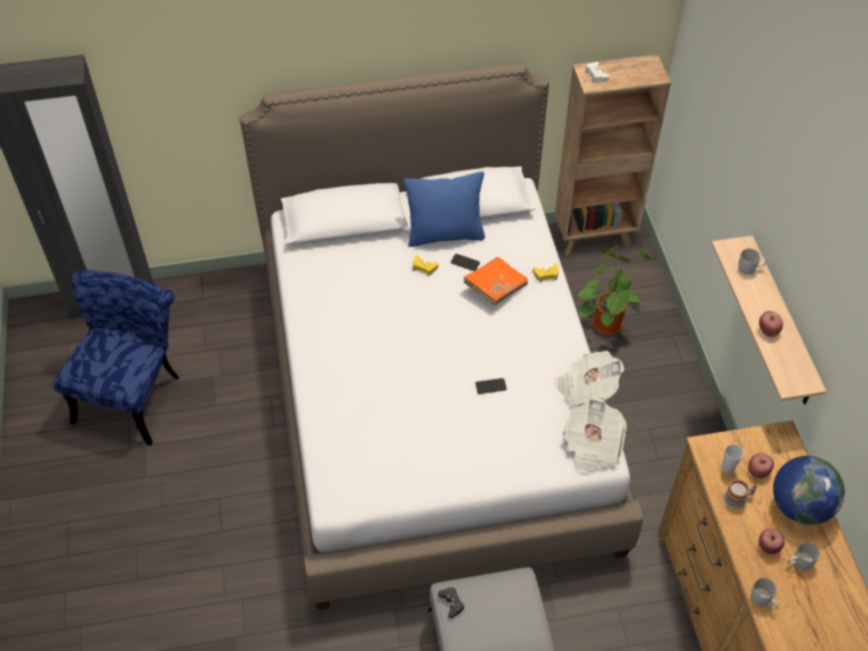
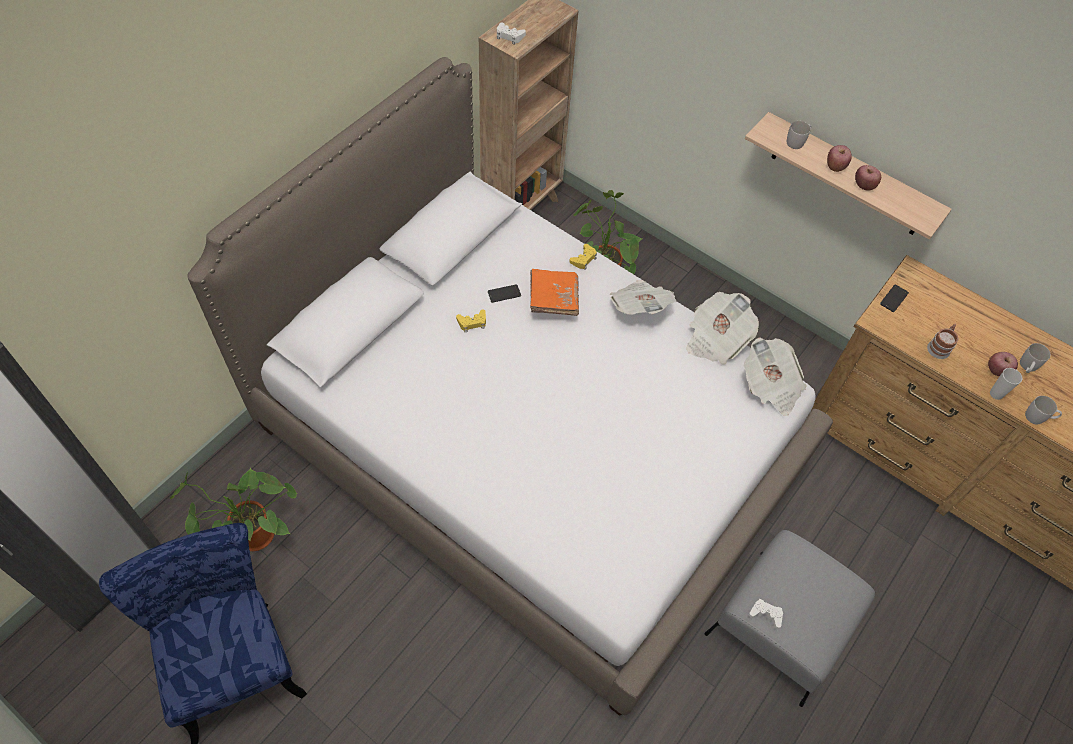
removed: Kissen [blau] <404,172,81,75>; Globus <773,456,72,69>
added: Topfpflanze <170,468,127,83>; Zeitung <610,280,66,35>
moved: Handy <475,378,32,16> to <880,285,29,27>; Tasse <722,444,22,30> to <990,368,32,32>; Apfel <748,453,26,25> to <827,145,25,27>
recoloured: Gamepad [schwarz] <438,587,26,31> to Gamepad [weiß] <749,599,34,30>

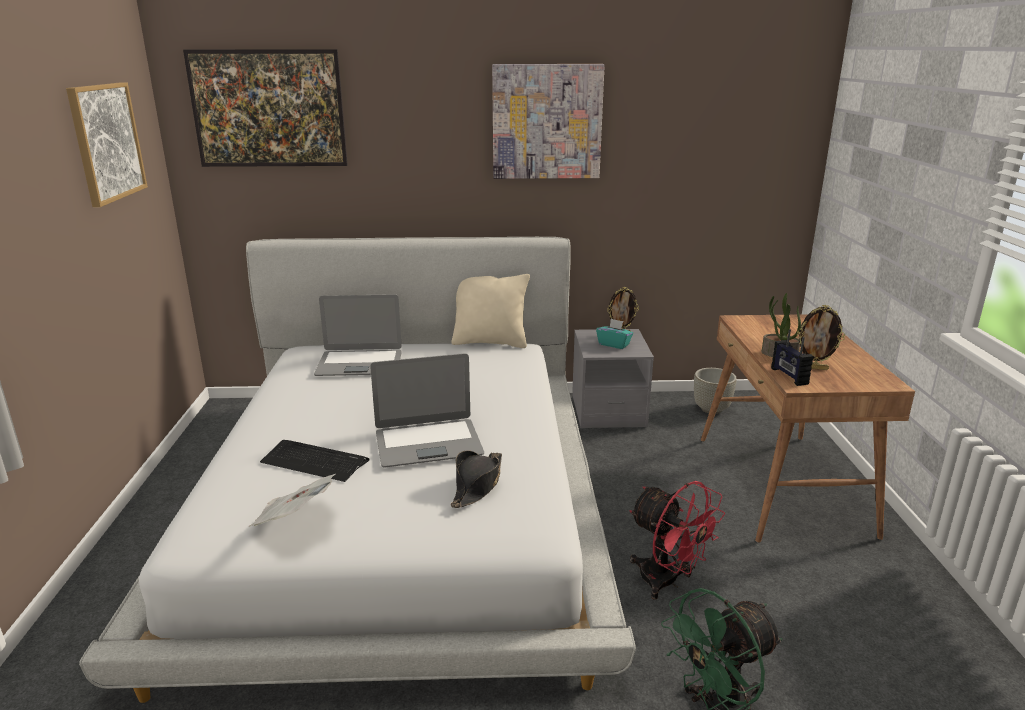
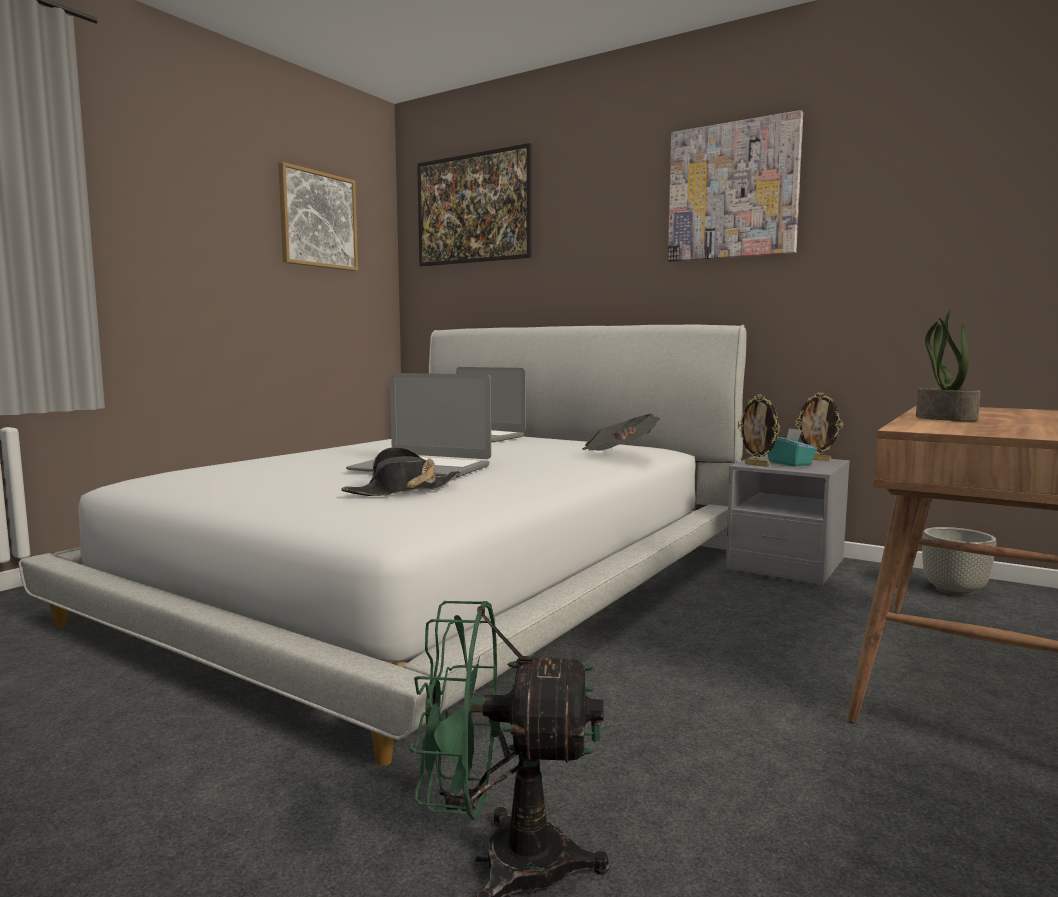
removed: Tastatur <260,440,110,42>; Kissen [beige] <451,274,79,74>; Ventilator [rot] <629,481,96,119>; Radio <771,329,43,57>
moved: Zeitung <249,474,86,53> to <582,414,78,37>; Bilderrahmen <797,305,48,65> to <738,395,42,72>

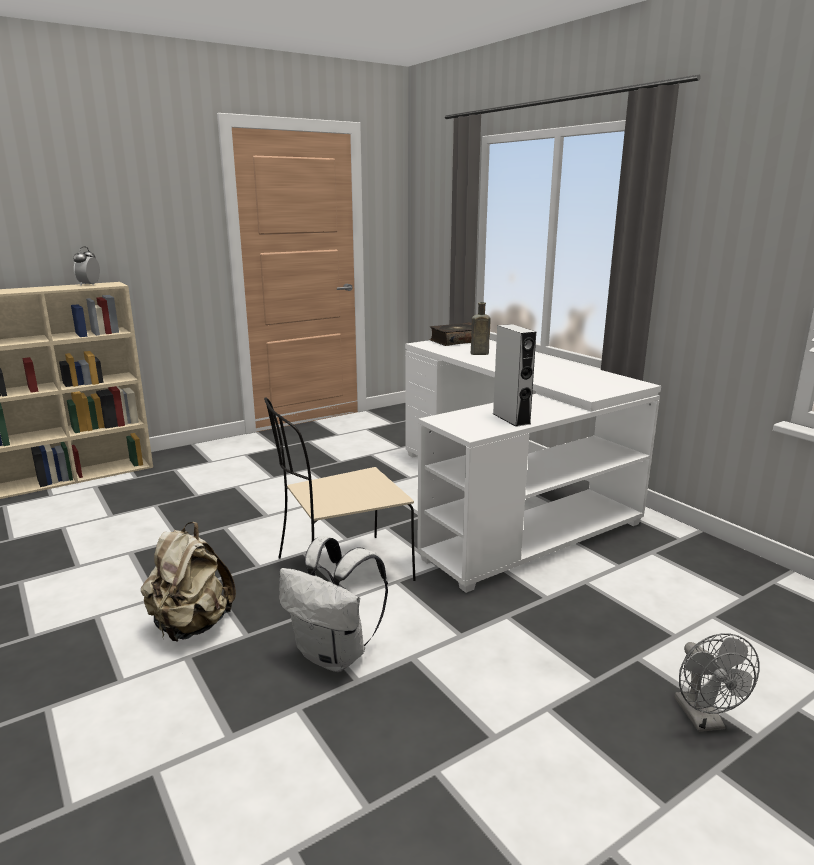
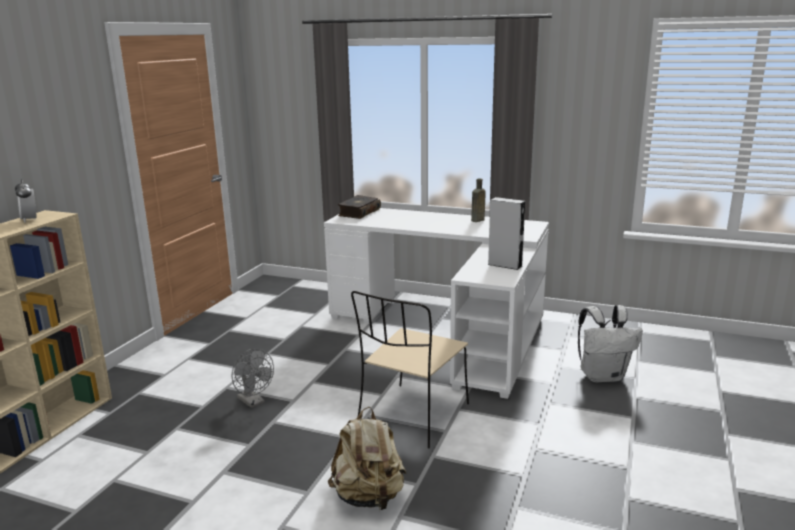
moved: Rucksack [weiß] <279,536,109,136> to <578,305,65,78>; Flasche [braun] <471,302,20,53> to <471,179,14,43>; Ventilator [grau] <674,633,86,99> to <231,349,43,59>

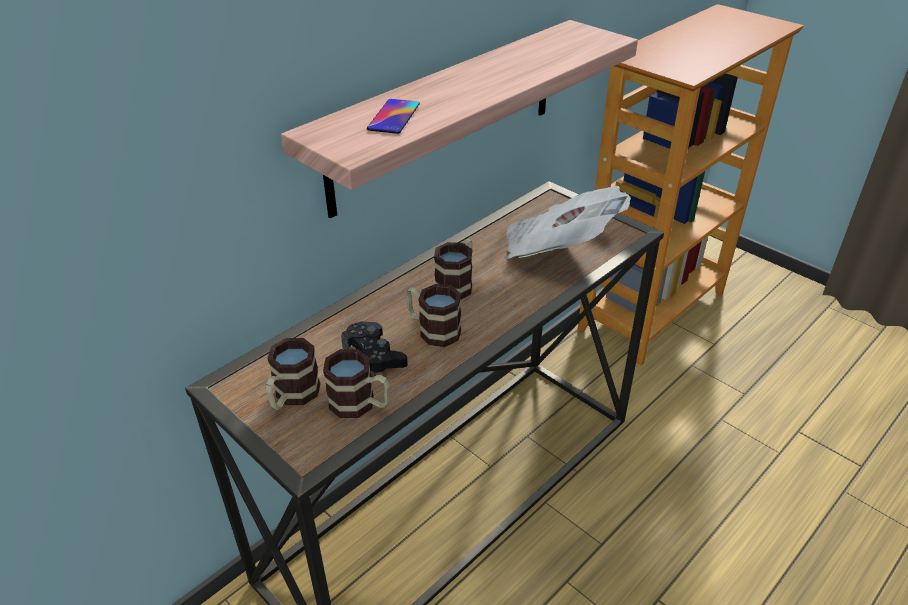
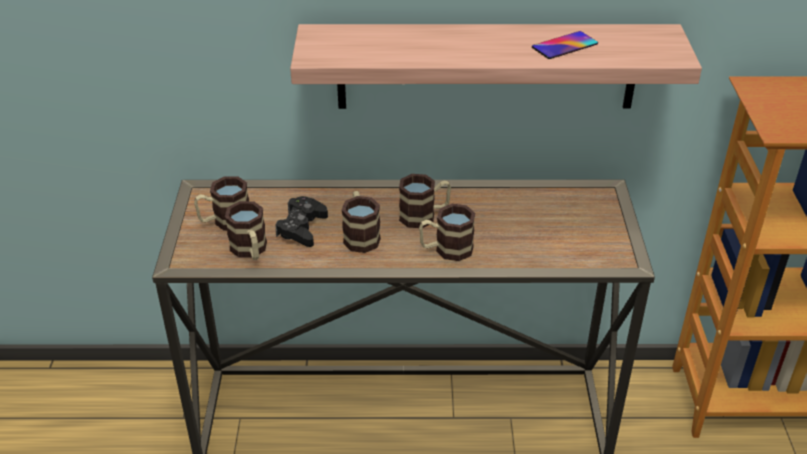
removed: Zeitung <506,186,125,73>
added: Henkelbecher <419,204,56,57>
moved: Handy <367,99,53,35> to <532,31,66,28>

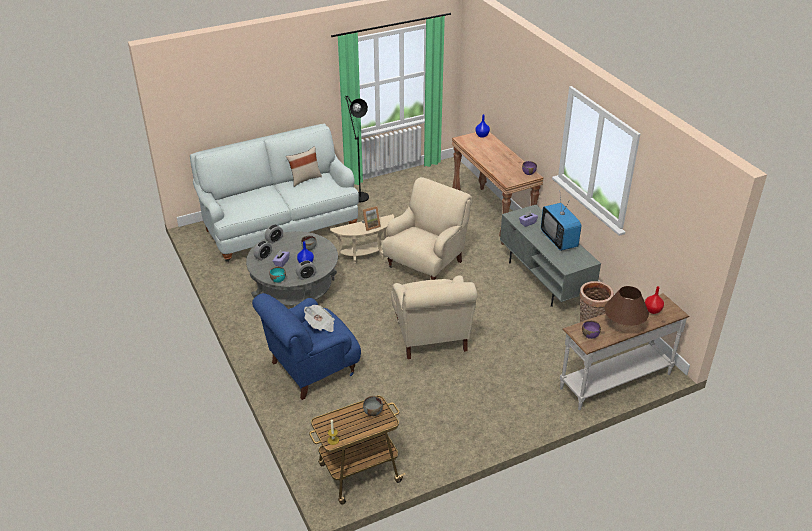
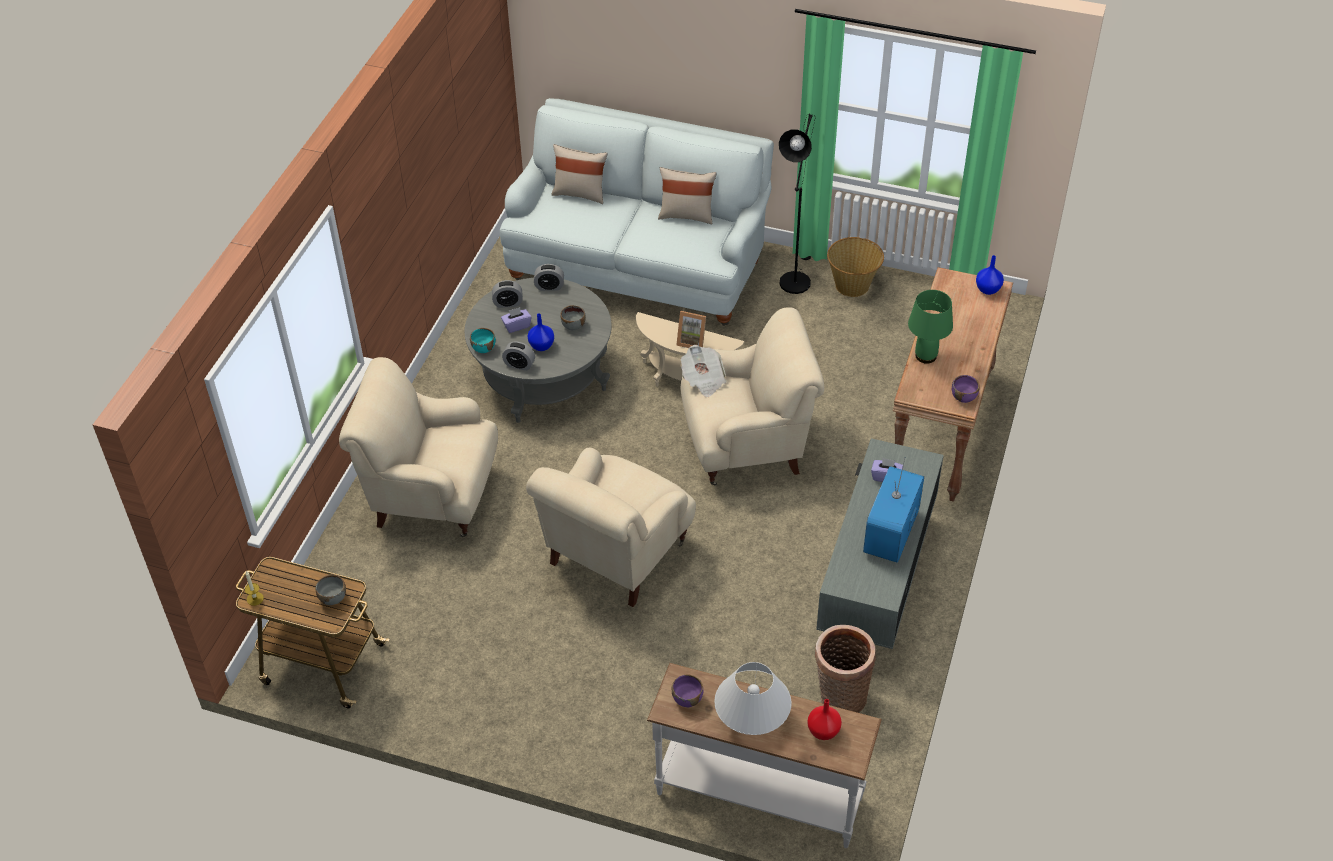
added: Kissen [beige] <551,144,56,60>; Korb <827,237,57,60>; Tischlampe [grün] <908,290,45,74>
moved: Zeitung <304,305,31,27> to <681,345,46,52>
recoloured: Sessel [blau] <252,293,109,107> to Sessel [beige] <339,357,159,180>; Tischlampe [braun] <604,286,45,40> to Tischlampe [weiß] <714,662,78,73>

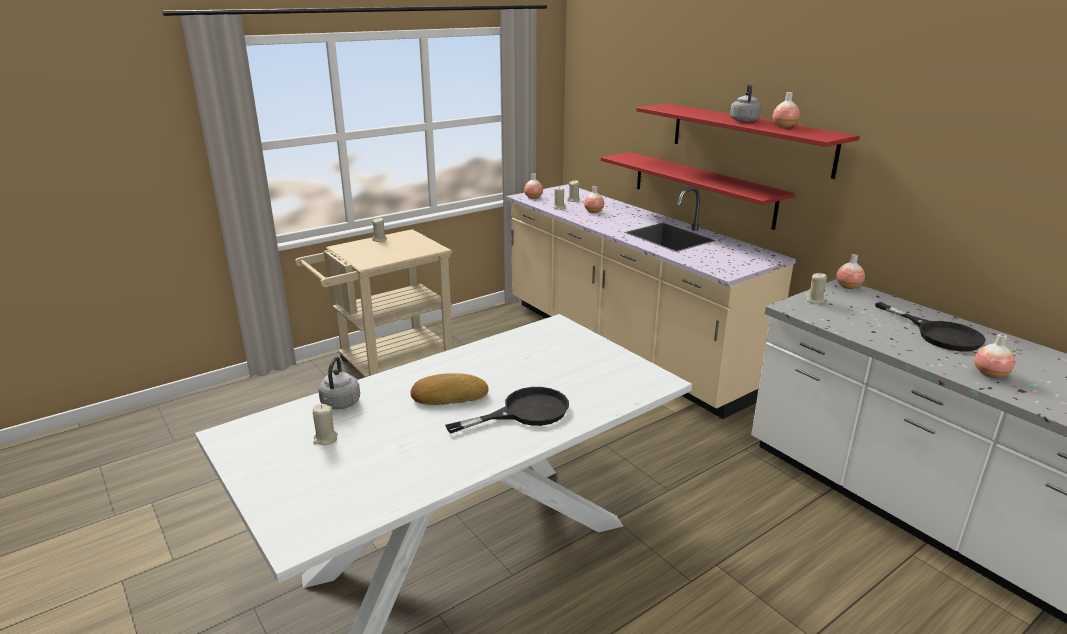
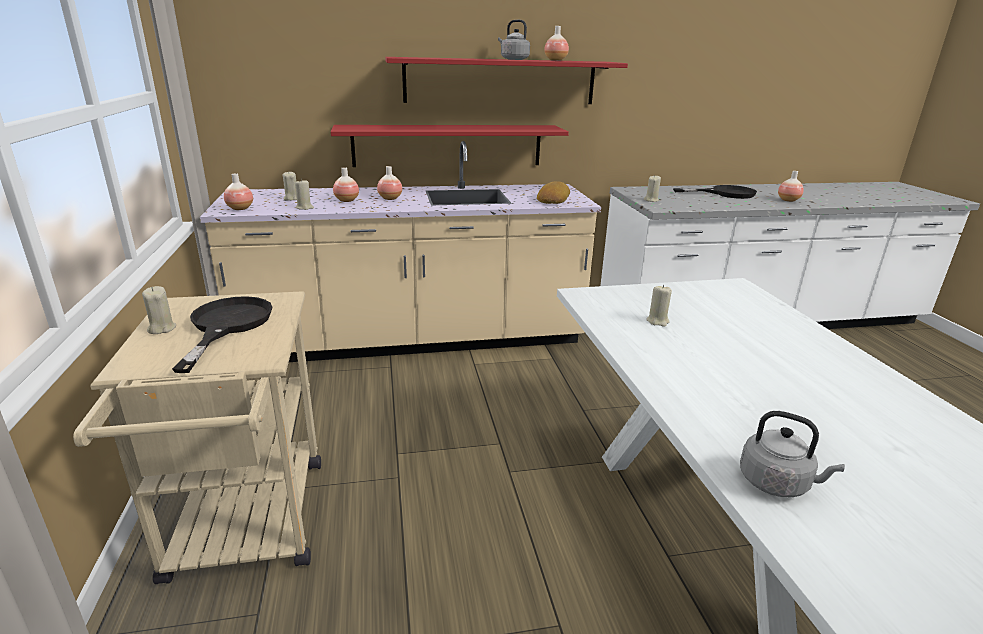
moved: Kerze [beige] <313,404,25,41> to <646,285,26,42>; Brot <411,373,78,32> to <537,181,33,23>; Pfanne [schwarz] <445,387,124,46> to <172,296,101,77>; Vase <836,254,29,35> to <377,166,25,34>

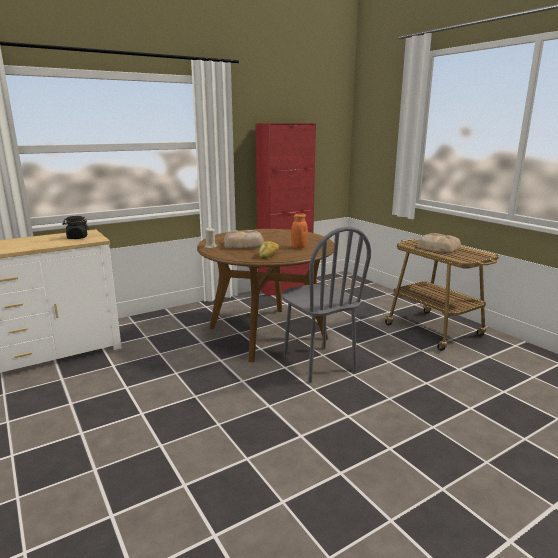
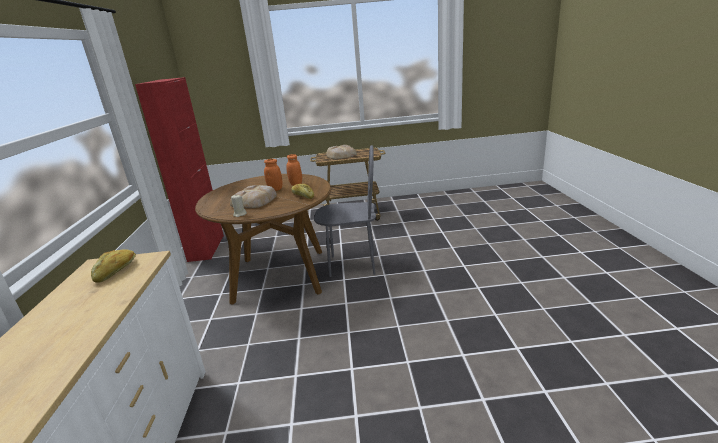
added: Vorratsglas [orange] <264,159,19,32>
replaced: Vorratsglas [schwarz] <62,216,27,23> to Brot <91,249,45,34>

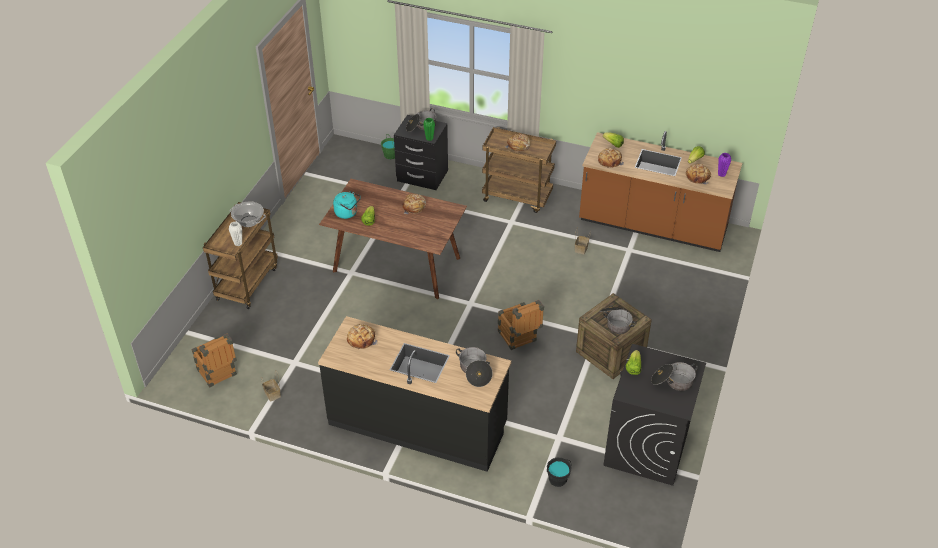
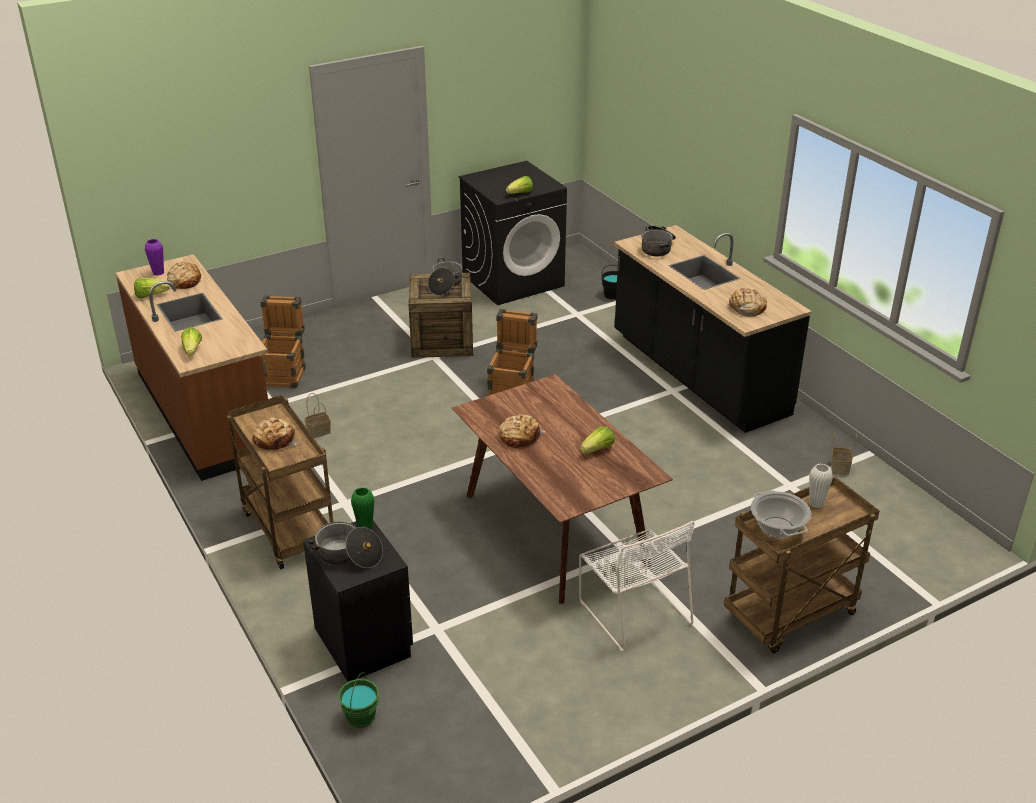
removed: Wasserkessel [türkis] <333,191,28,28>; Brot <598,148,26,20>; Kochtopf <651,362,47,29>
added: Stuhl [weiß] <579,521,116,131>
moved: Kiste <191,334,46,54> to <260,295,46,93>

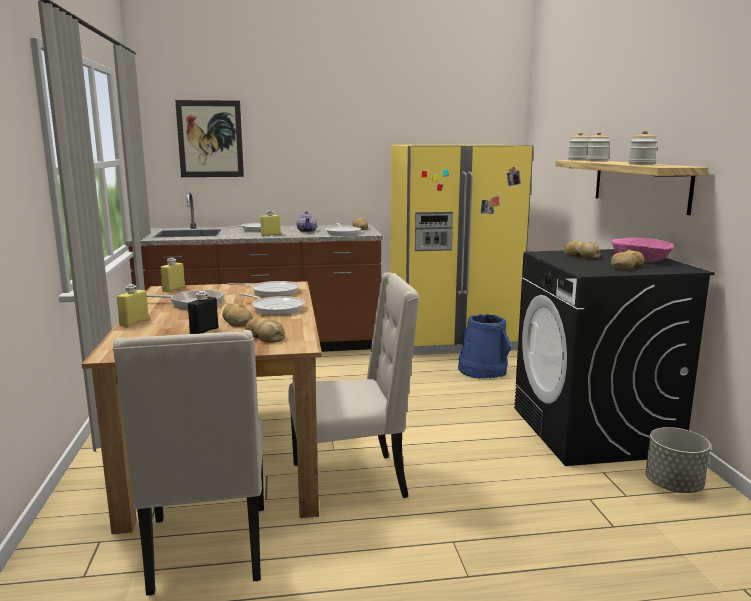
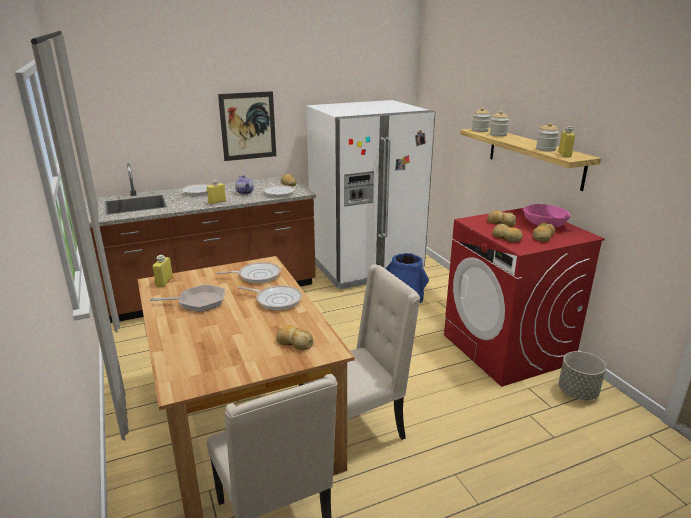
removed: Flasche [schwarz] <188,291,30,43>
moved: Flasche [gelb] <117,284,32,43> to <558,126,17,32>; Bild <175,100,69,77> to <218,91,58,70>; Brot <222,302,31,25> to <492,224,31,18>
recoloured: Kühlschrank [gelb] <390,145,143,210> to Kühlschrank [weiß] <306,100,129,190>; Waschmaschine [schwarz] <514,249,201,217> to Waschmaschine [rot] <444,208,161,179>

